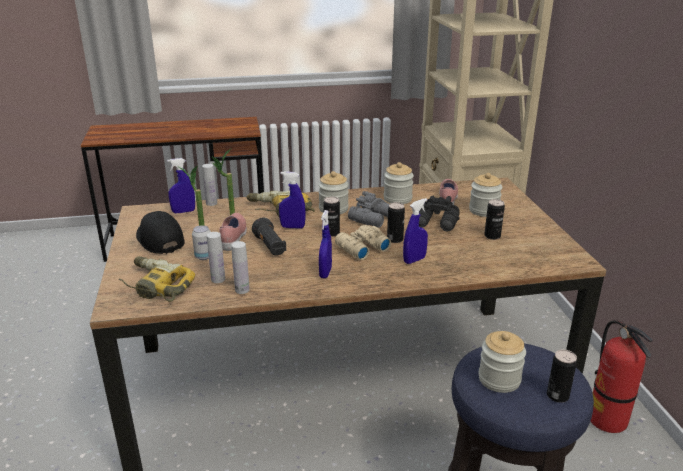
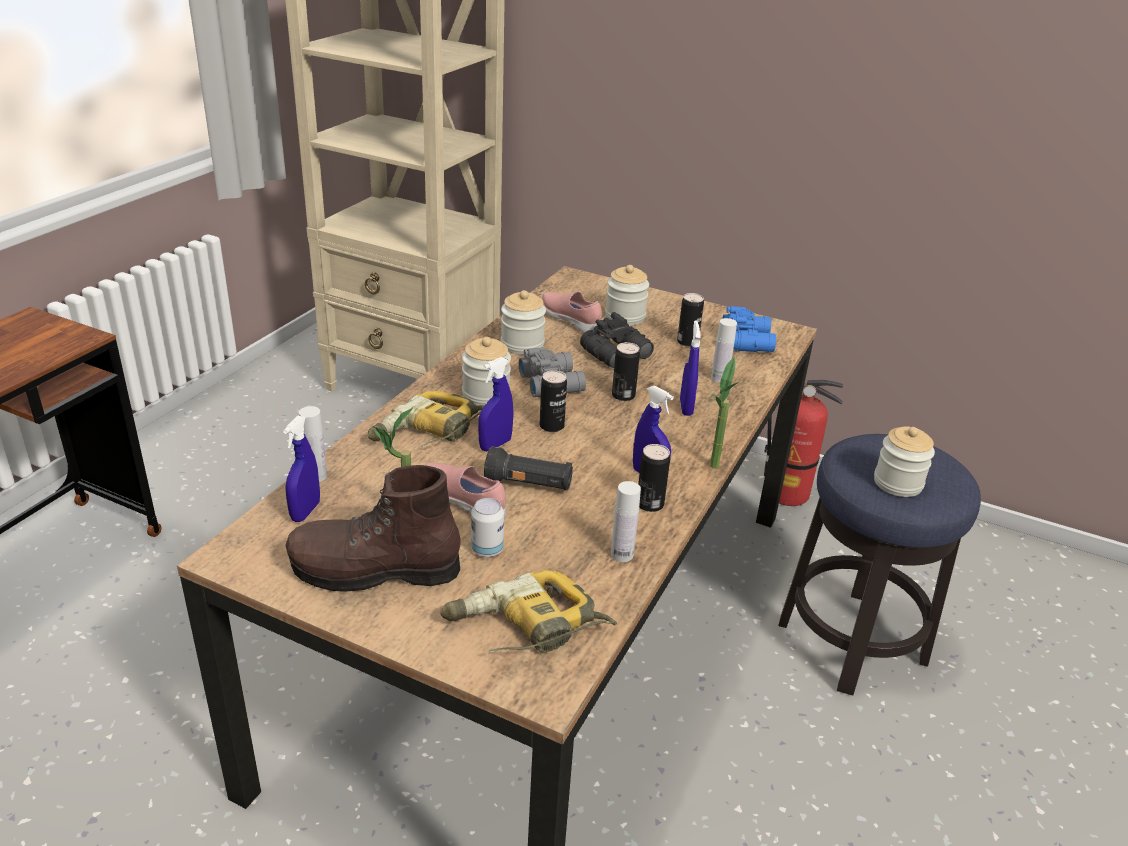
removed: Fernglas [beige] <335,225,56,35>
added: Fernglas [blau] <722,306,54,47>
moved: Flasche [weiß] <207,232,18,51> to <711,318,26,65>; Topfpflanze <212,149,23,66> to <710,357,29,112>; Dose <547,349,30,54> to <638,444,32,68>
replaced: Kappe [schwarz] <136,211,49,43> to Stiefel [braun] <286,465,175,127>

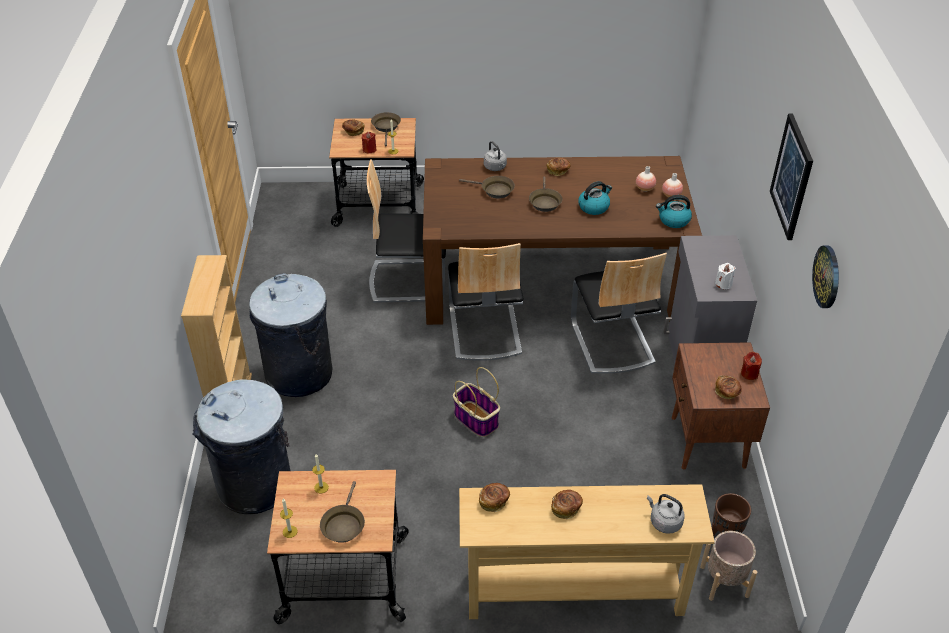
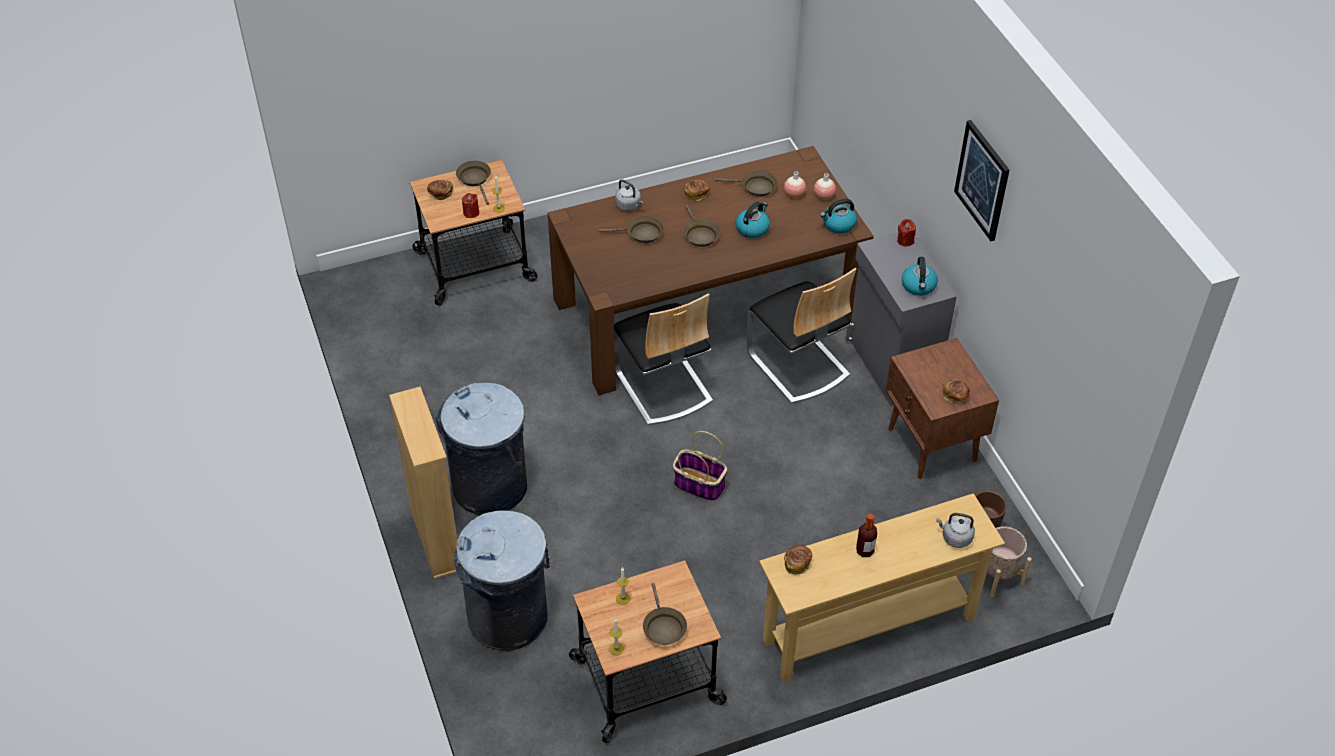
removed: Stuhl <367,159,79,144>; Wanduhr <812,245,27,63>
added: Pfanne [braun] <715,170,62,27>
moved: Kerze [rot] <741,352,21,28> to <897,219,19,27>
replaced: Brot <551,490,32,29> to Flasche <856,514,21,43>; Kerze [weiß] <715,263,21,26> to Wasserkessel <902,257,36,39>

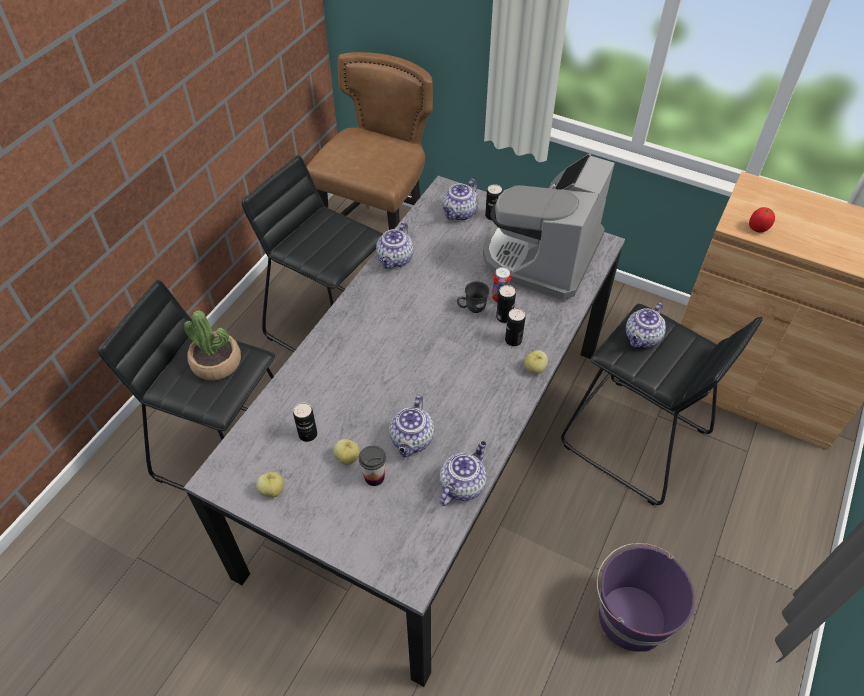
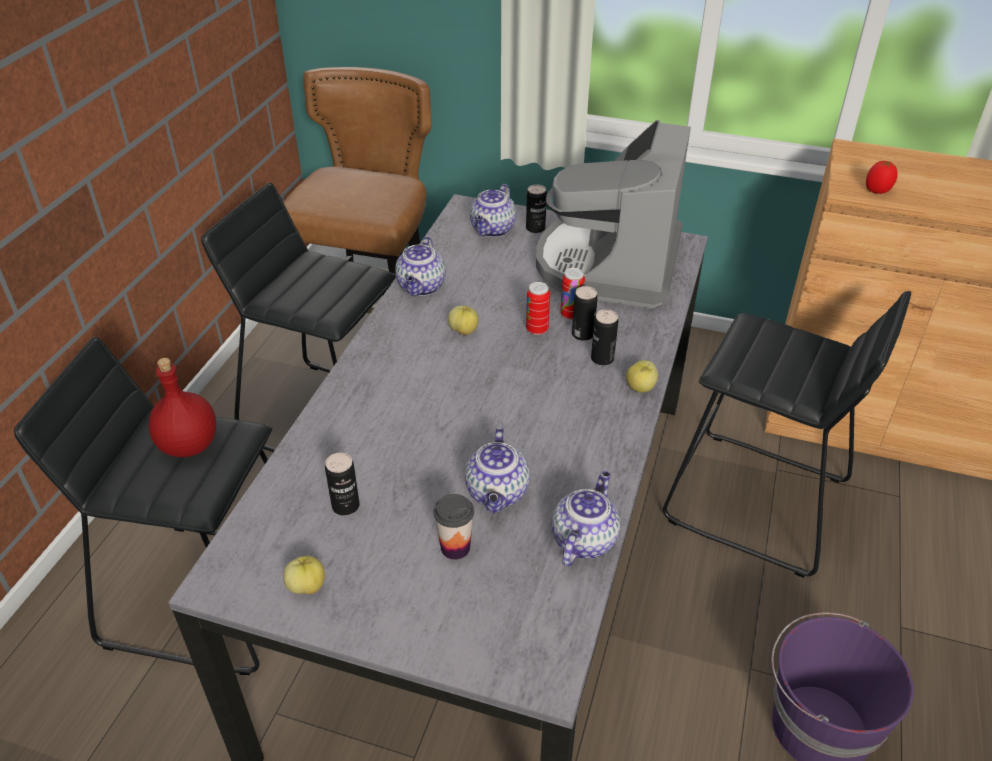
removed: Teekanne <626,302,40,46>
moved: Apfel <333,439,27,26> to <448,306,30,29>
replaced: Topfpflanze <184,310,57,70> to Flasche [rot] <149,358,67,99>; Henkelbecher [grau] <457,281,32,32> to Dose <526,282,24,53>

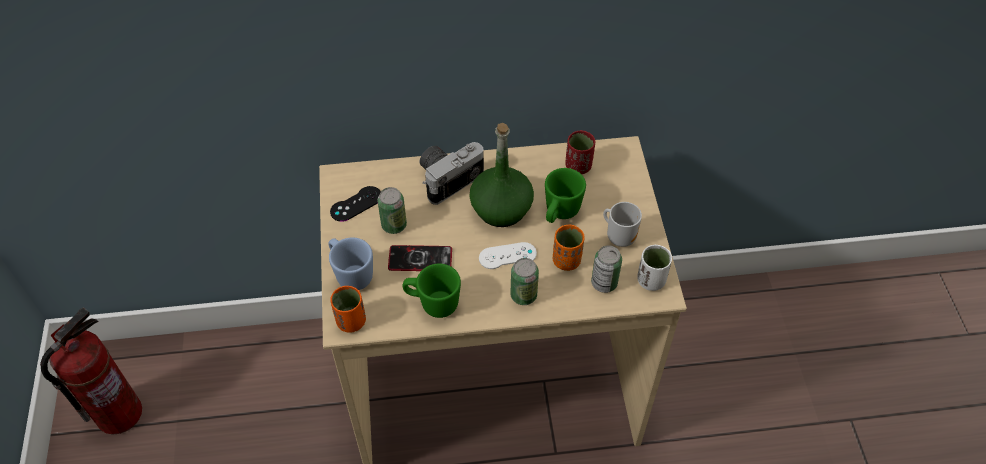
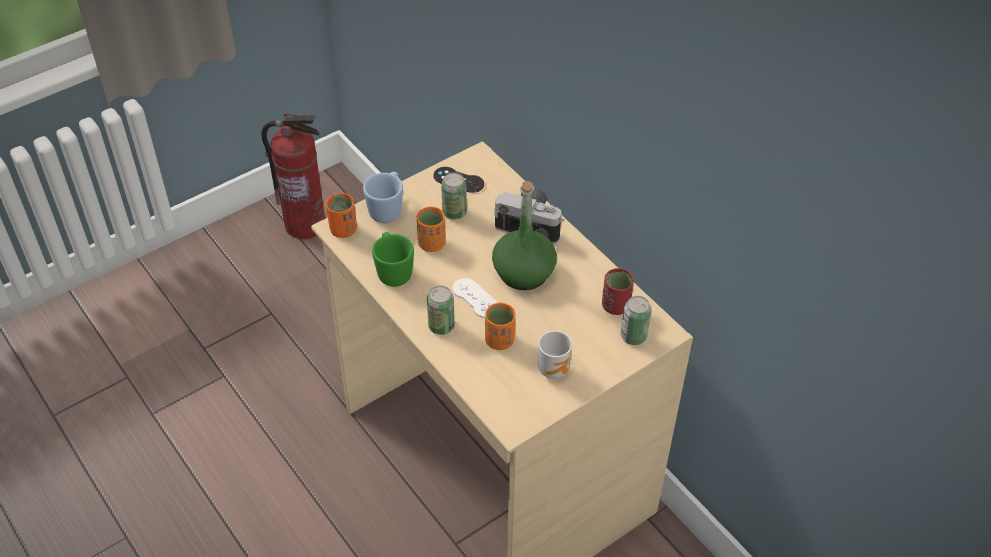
removed: Henkelbecher [grün] <545,168,41,55>; Tasse [weiß] <637,245,35,46>
moved: Dose <591,245,31,48> to <621,296,30,49>
replaced: Handy <388,245,64,26> to Tasse [orange] <417,207,29,45>

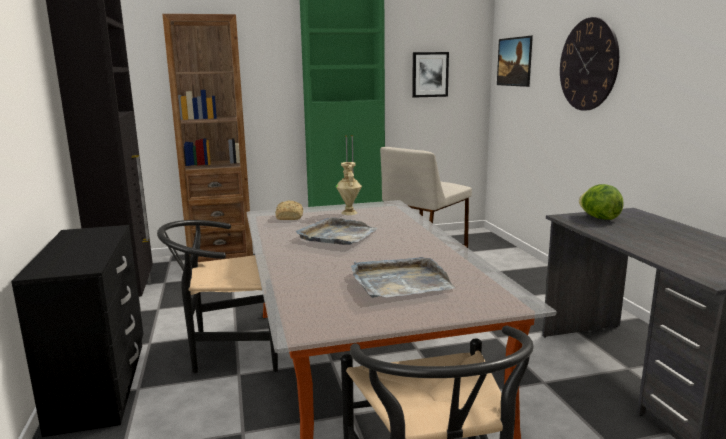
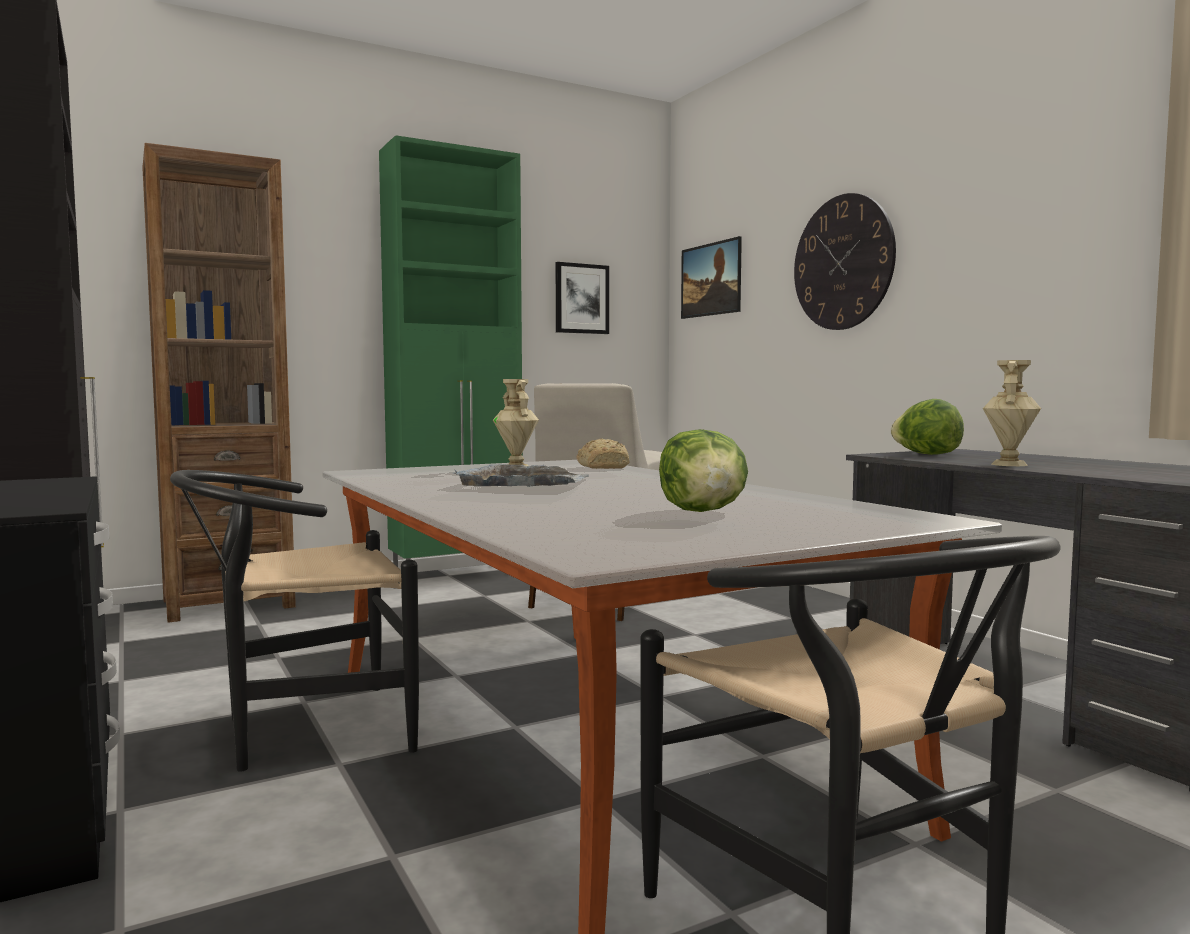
added: Vase [beige] <983,360,58,106>
moved: Brot <275,201,28,19> to <576,438,53,31>
replaced: Tablett [grau] <351,257,104,41> to Salatkopf <659,429,89,83>

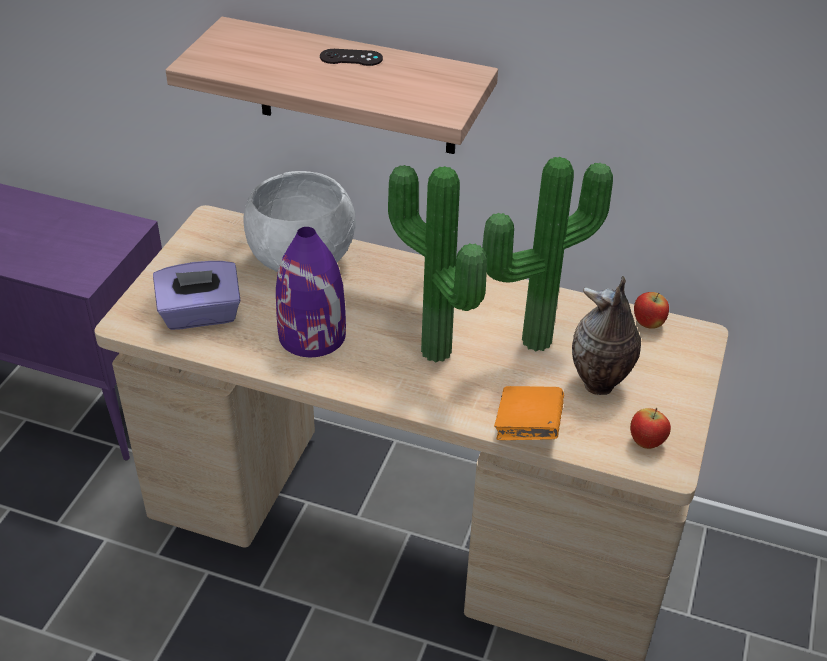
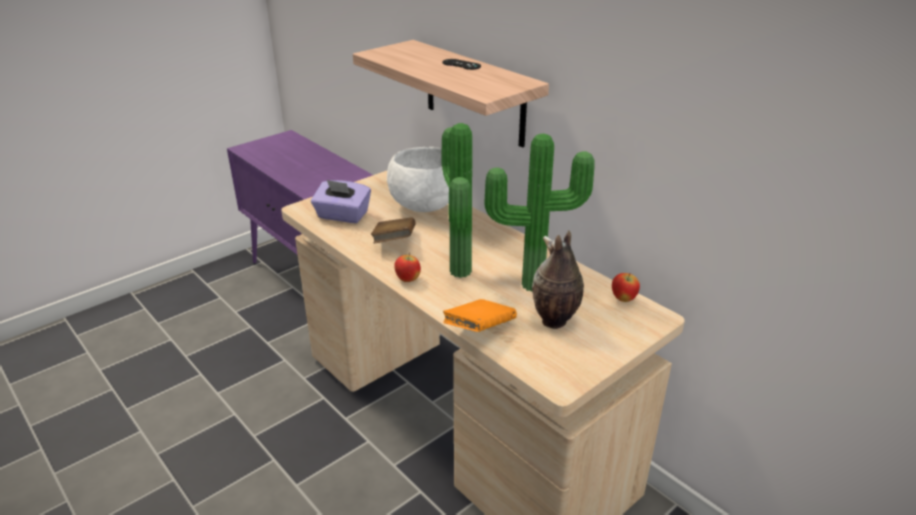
moved: Apfel <630,407,41,42> to <394,253,27,29>
replaced: Vase [lila] <276,227,70,130> to Buch [braun] <371,217,45,26>

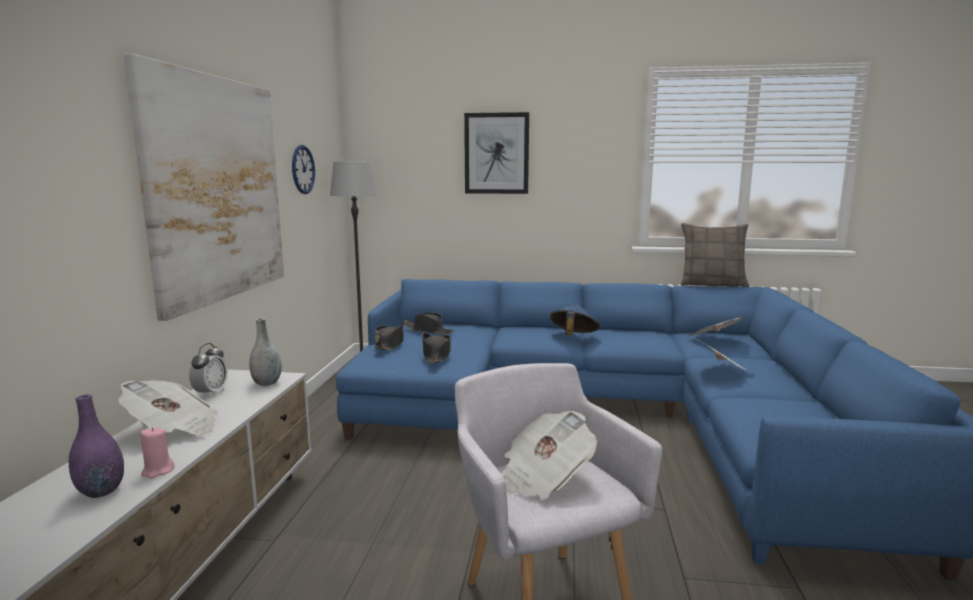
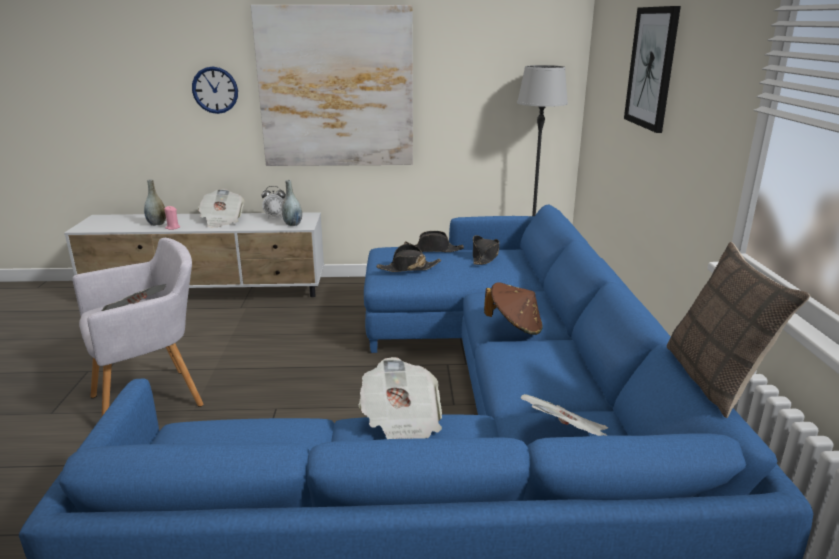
moved: Wanduhr <292,145,23,49> to <192,66,46,48>
recoloured: Vase [lila] <69,394,55,104> to Vase [grau] <144,179,22,47>; Hut [blau] <550,304,50,31> to Hut [braun] <484,282,59,53>

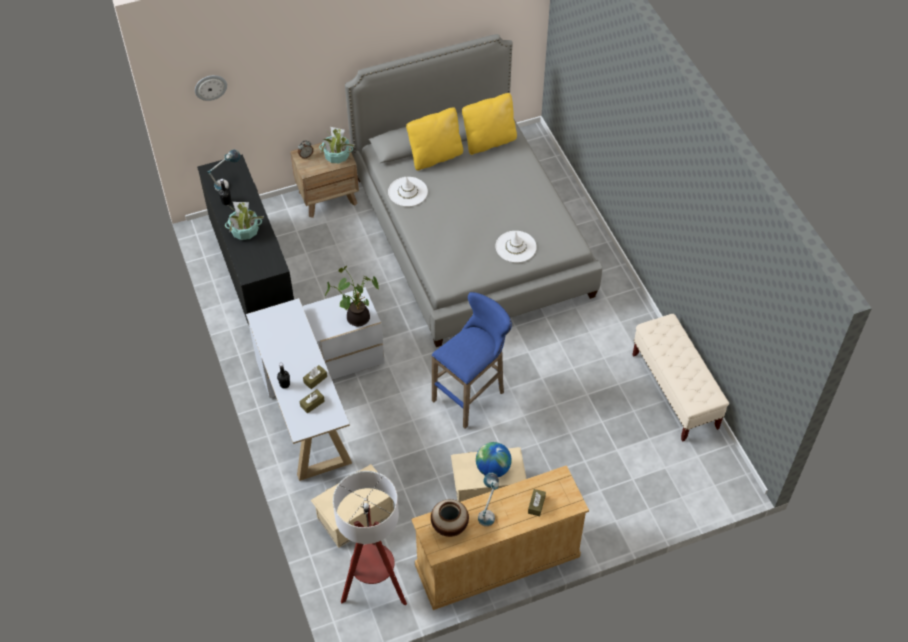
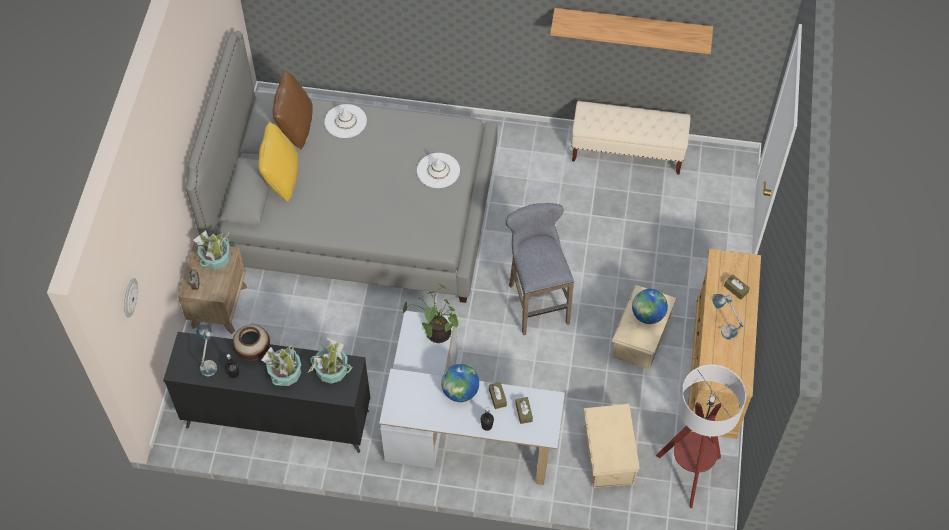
added: Topfpflanze <308,338,45,46>; Globus <441,364,38,38>; Wandregal <550,8,163,46>
moved: Hut [weiß] <388,176,40,30> to <325,104,42,34>; Vase <431,499,38,38> to <232,325,38,36>
recoloured: Hocker [blau] <432,292,80,137> to Hocker [grau] <506,203,68,132>; Kissen [gelb] <462,93,55,62> to Kissen [braun] <273,71,40,78>

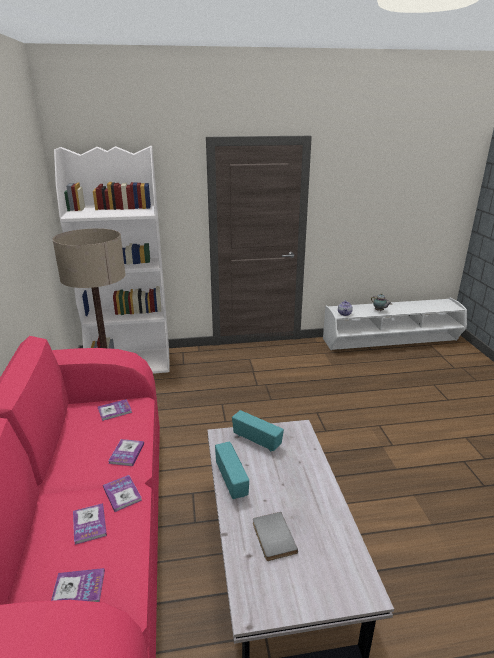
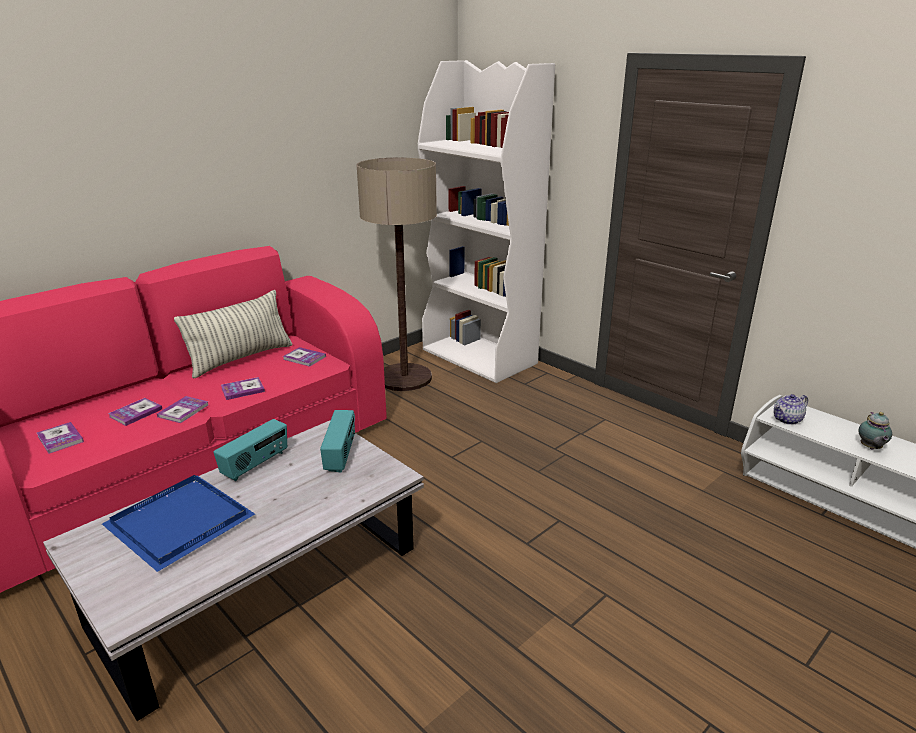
added: Kissen <174,290,119,89>
replaced: Buch [grau] <253,512,45,49> to Tablett [blau] <102,475,153,97>

